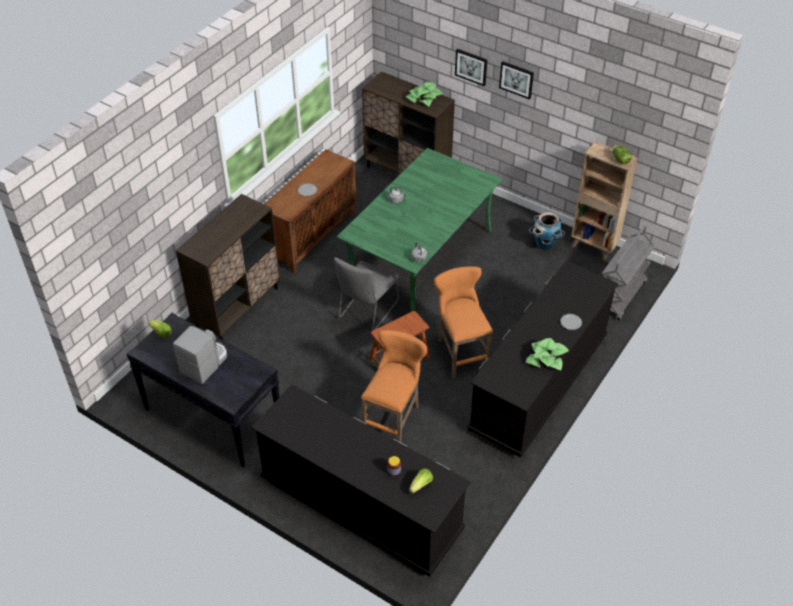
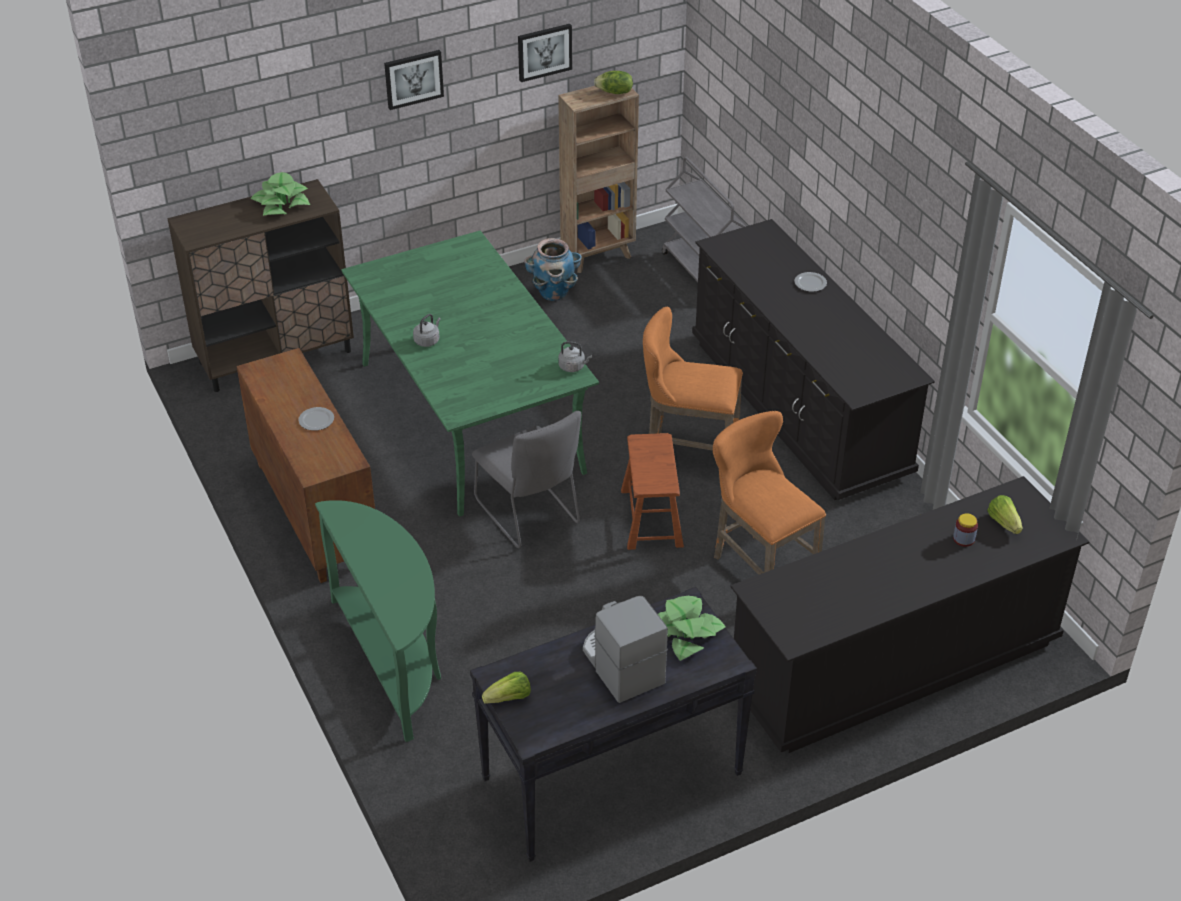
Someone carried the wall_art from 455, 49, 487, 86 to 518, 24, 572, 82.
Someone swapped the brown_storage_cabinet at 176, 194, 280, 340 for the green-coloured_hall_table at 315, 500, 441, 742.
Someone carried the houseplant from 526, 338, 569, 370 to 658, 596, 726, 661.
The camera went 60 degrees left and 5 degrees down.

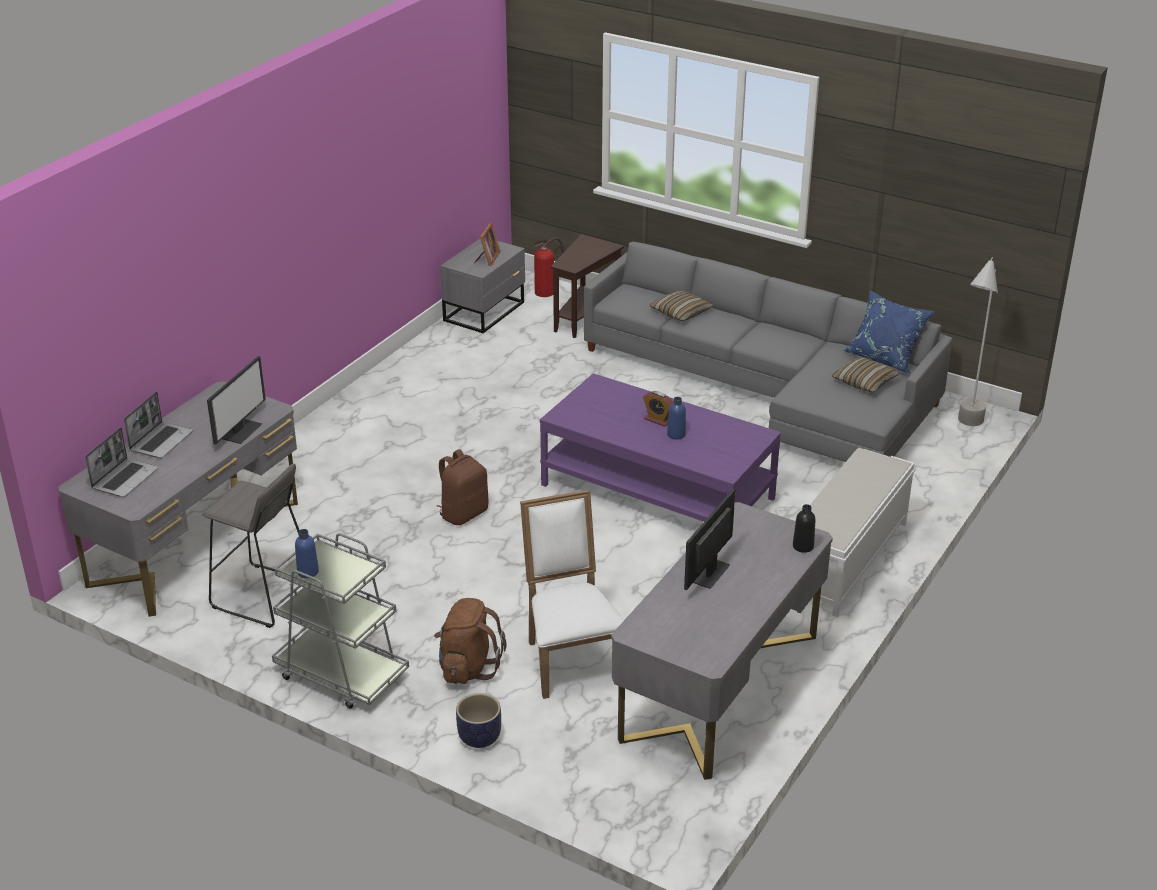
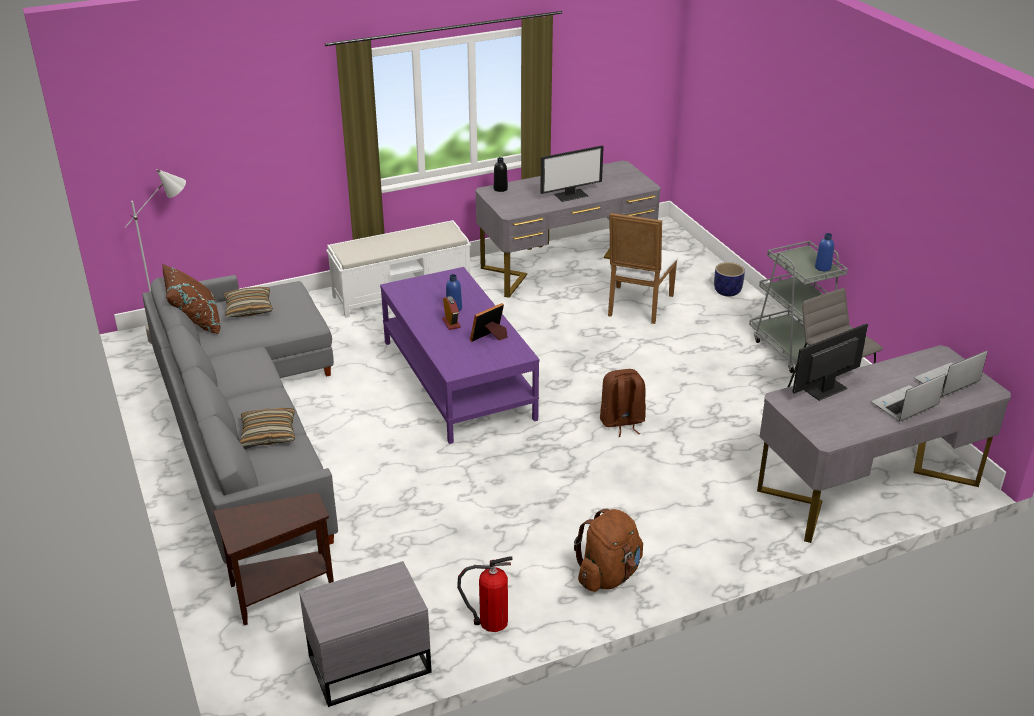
Someone carried the photo_frame from 474, 223, 501, 266 to 470, 303, 508, 342.
Someone carried the extinguisher from 533, 238, 563, 297 to 457, 556, 513, 632.
Someone repainted the blue_cushion at 843, 290, 935, 374, which became the brown_cushion at 162, 264, 221, 334.
Someone carried the brown_rucksack from 434, 598, 506, 684 to 574, 509, 643, 592.
The camera went 145 degrees left and 0 degrees up.

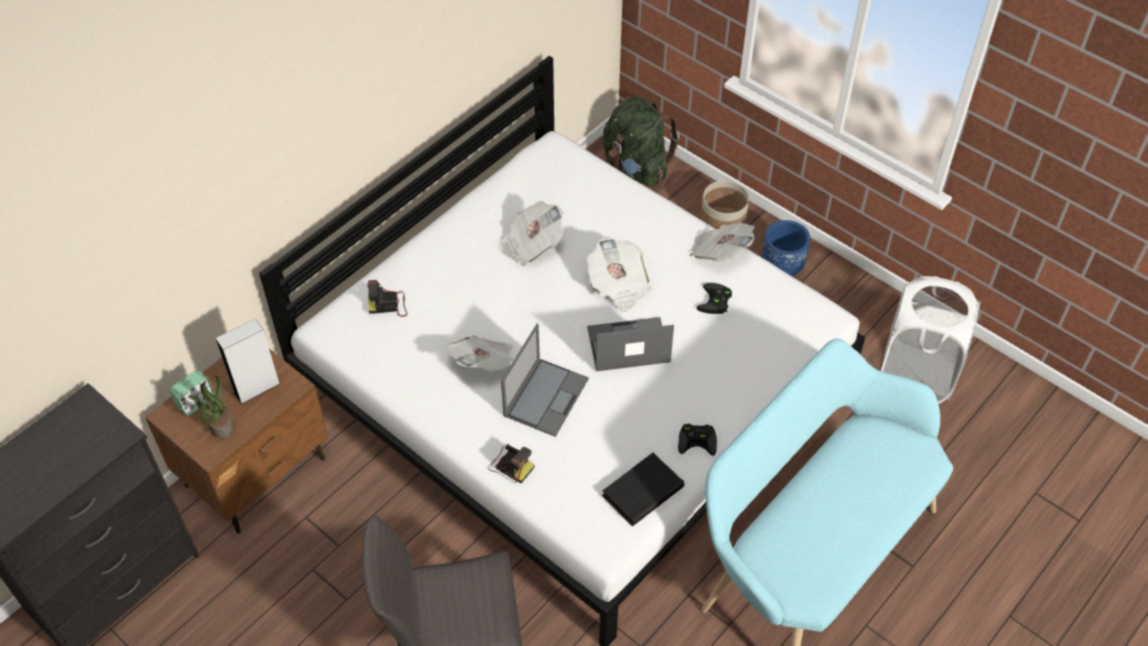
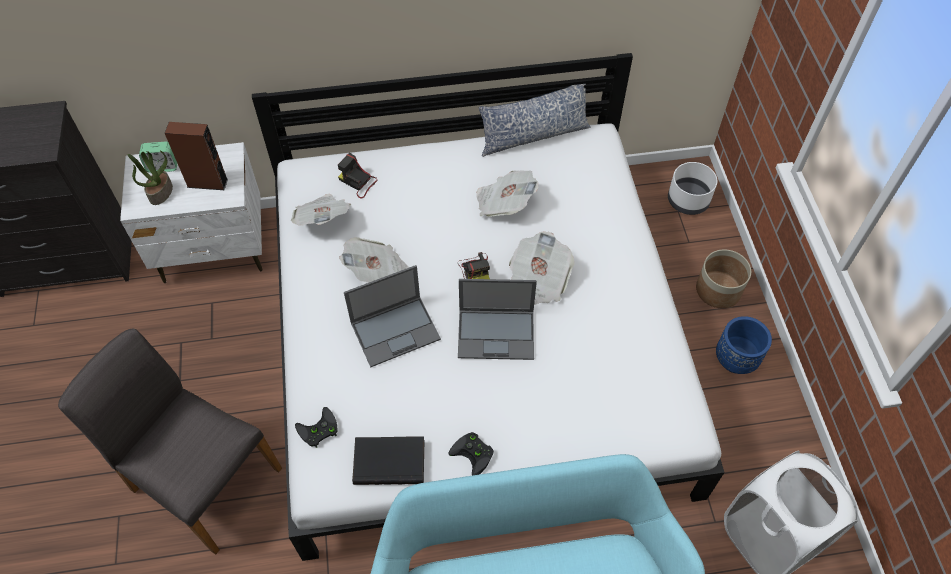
Someone swapped the green-coloured_rucksack at 603, 97, 680, 187 for the white_plant_pot at 668, 162, 717, 215.
Someone carried the printed_paper from 690, 222, 754, 261 to 291, 194, 351, 226.
Someone carried the blackish_game_controller from 697, 283, 732, 314 to 295, 407, 338, 448.
Someone rotated the notebook_computer at 587, 317, 674, 371 by 150 degrees clockwise.
Someone repainted the grey_audio_speaker at 216, 319, 280, 404, which became the brown_audio_speaker at 165, 122, 228, 190.
Someone repainted the brown_night_table at 145, 349, 328, 534, which became the white_night_table at 120, 142, 262, 283.
Someone carried the still_camera from 488, 444, 535, 483 to 458, 252, 490, 279.
Someone put down the cushion at 479, 84, 590, 157.
The camera went 40 degrees right and 5 degrees up.

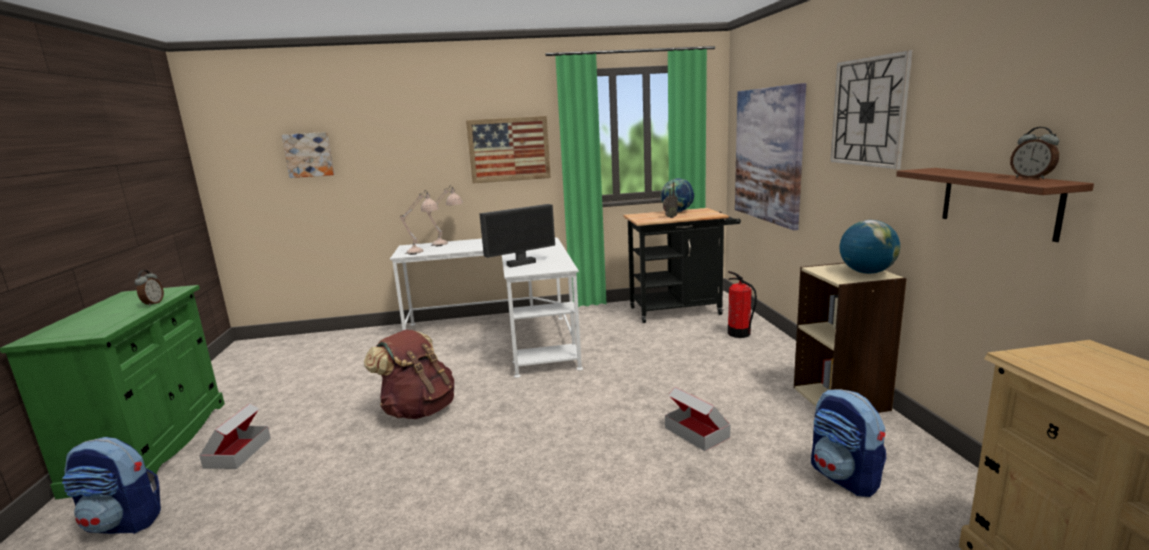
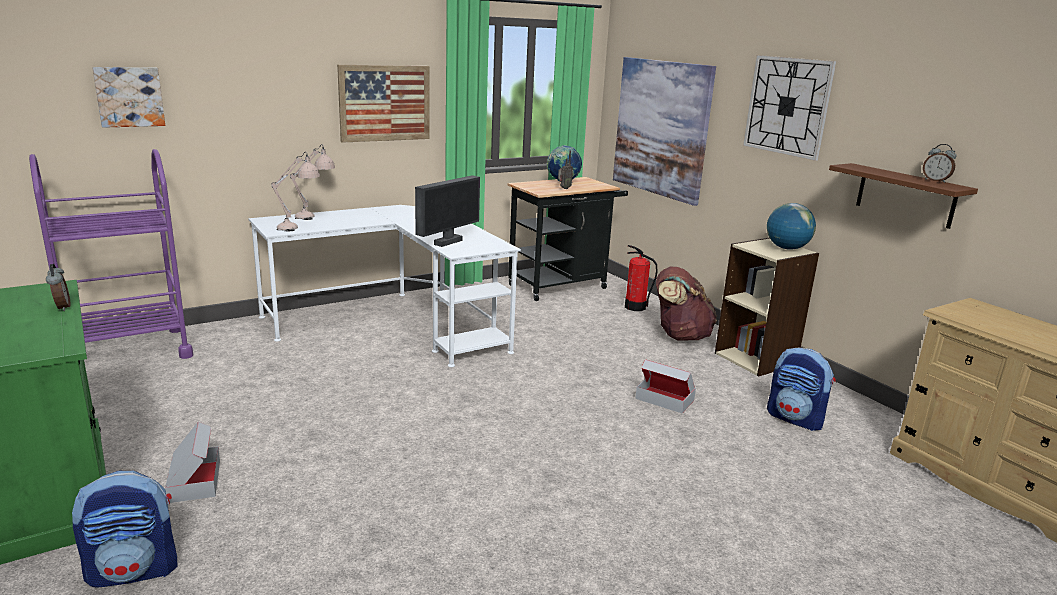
Someone carried the brown_rucksack from 364, 329, 454, 419 to 656, 267, 717, 341.
Someone put down the purplish_wheeled_cart at 29, 149, 193, 359.
The camera went 25 degrees left and 5 degrees up.

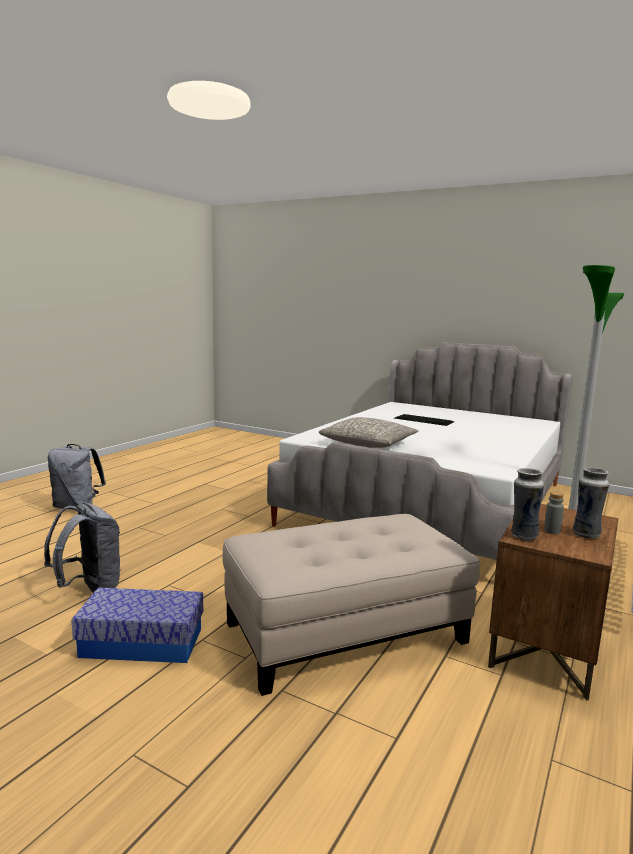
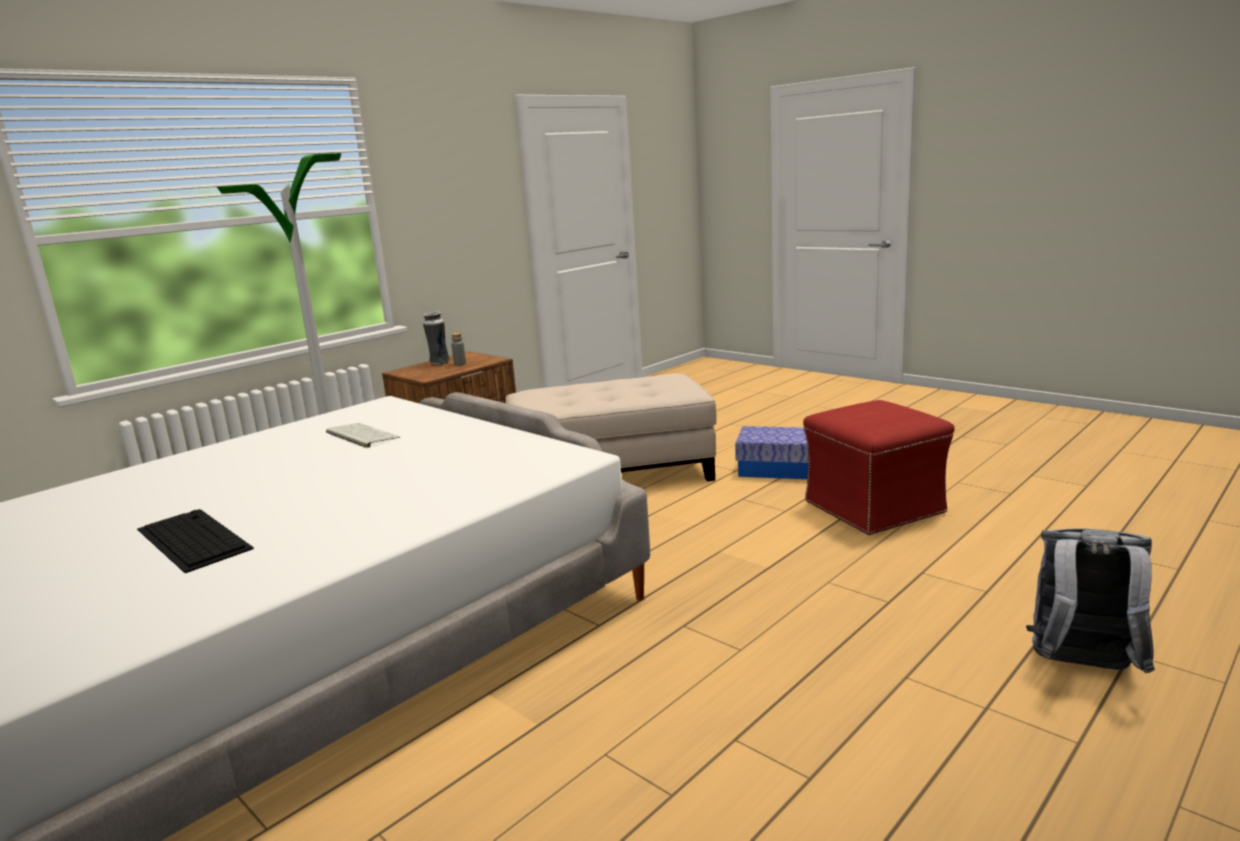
Someone took away the grey_cushion at 319, 417, 419, 448.
Someone took away the decorative_vase at 511, 468, 544, 541.
Someone swapped the grey_rucksack at 44, 502, 121, 593 for the red_pouffe at 803, 400, 955, 535.
Someone put down the computer_keyboard at 326, 423, 400, 448.
The camera went 165 degrees left and 5 degrees up.

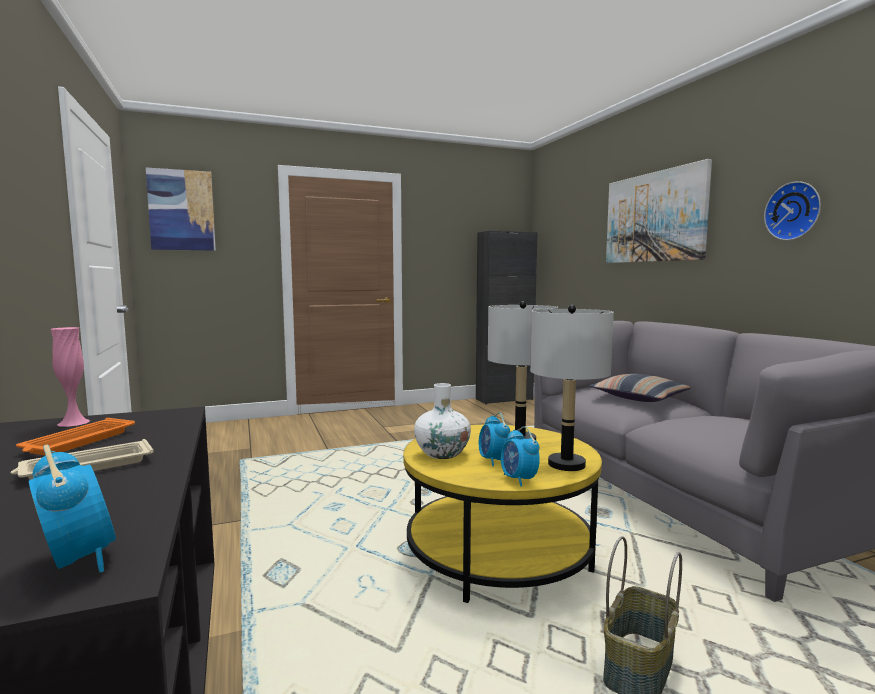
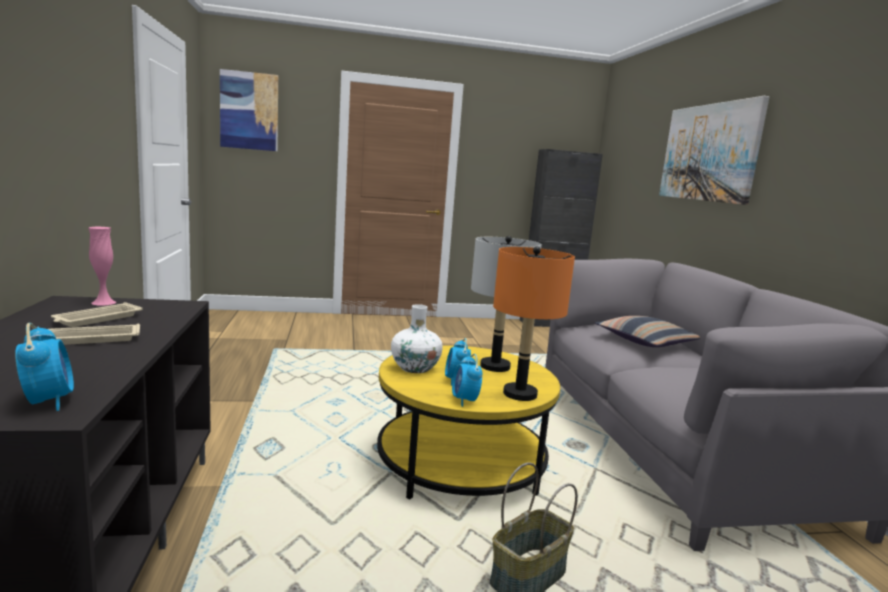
Someone took away the clock_on_the_wall at 764, 181, 821, 240.
Someone repainted the grey_lamp_for_a_table at 530, 305, 614, 471, which became the orange_lamp_for_a_table at 493, 247, 575, 401.
Someone repainted the orange_tray at 16, 418, 135, 456, which became the sand-coloured_tray at 51, 302, 142, 327.
The camera went 10 degrees right and 5 degrees up.

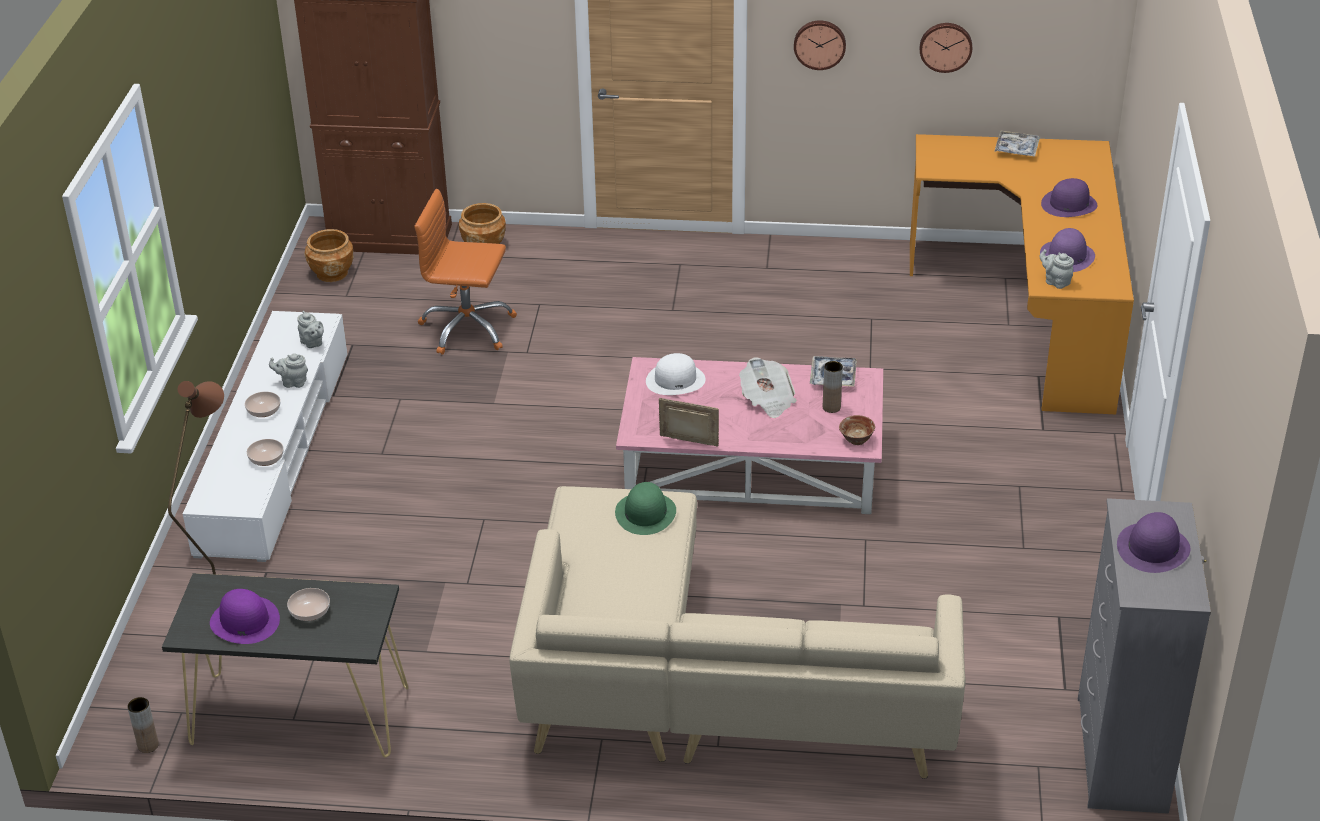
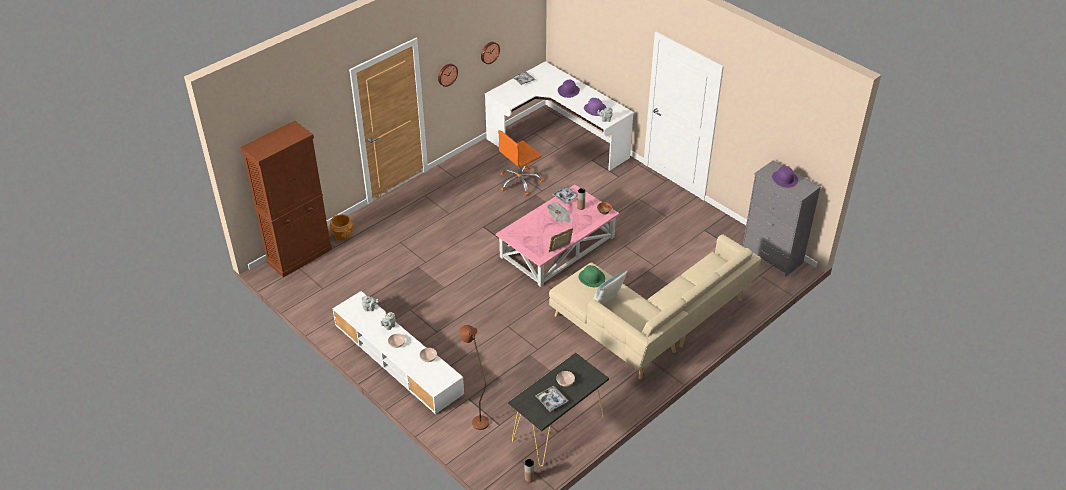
Someone repainted the orange_desk_unit at 910, 134, 1134, 414, which became the white_desk_unit at 485, 61, 634, 171.
Someone carried the orange_computer_chair from 414, 189, 517, 355 to 498, 130, 543, 196.
Someone took away the brown_plant_pot at 304, 229, 354, 282.
Someone took away the white_hat at 646, 353, 705, 395.
Someone swapped the purplish_hat at 210, 589, 280, 644 for the tray at 535, 386, 568, 412.
Someone put down the cushion at 593, 271, 628, 304.
The camera went 50 degrees left and 5 degrees up.

